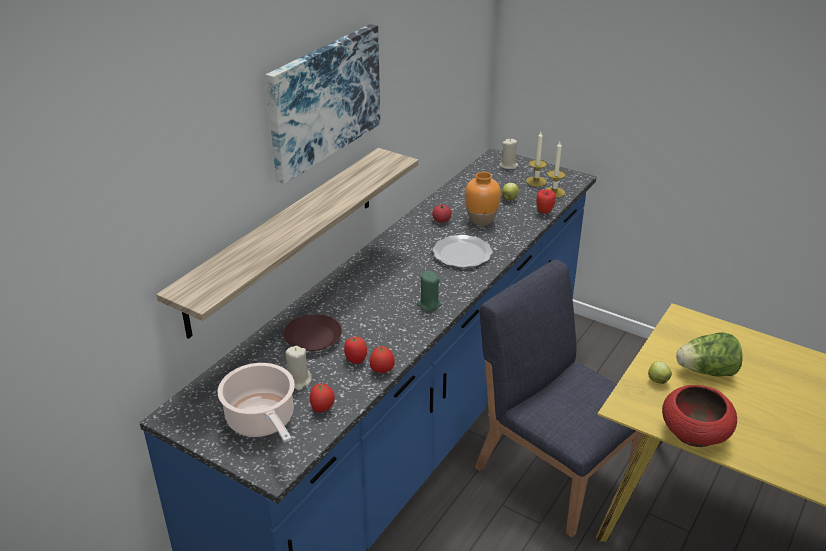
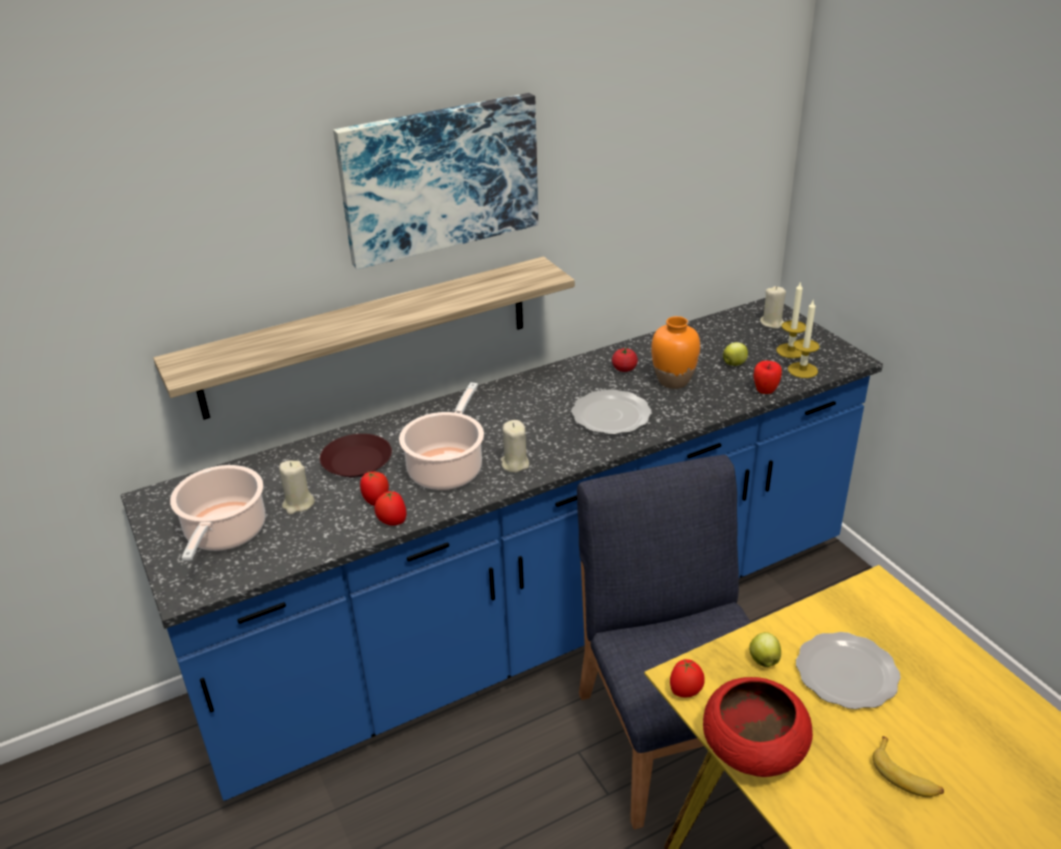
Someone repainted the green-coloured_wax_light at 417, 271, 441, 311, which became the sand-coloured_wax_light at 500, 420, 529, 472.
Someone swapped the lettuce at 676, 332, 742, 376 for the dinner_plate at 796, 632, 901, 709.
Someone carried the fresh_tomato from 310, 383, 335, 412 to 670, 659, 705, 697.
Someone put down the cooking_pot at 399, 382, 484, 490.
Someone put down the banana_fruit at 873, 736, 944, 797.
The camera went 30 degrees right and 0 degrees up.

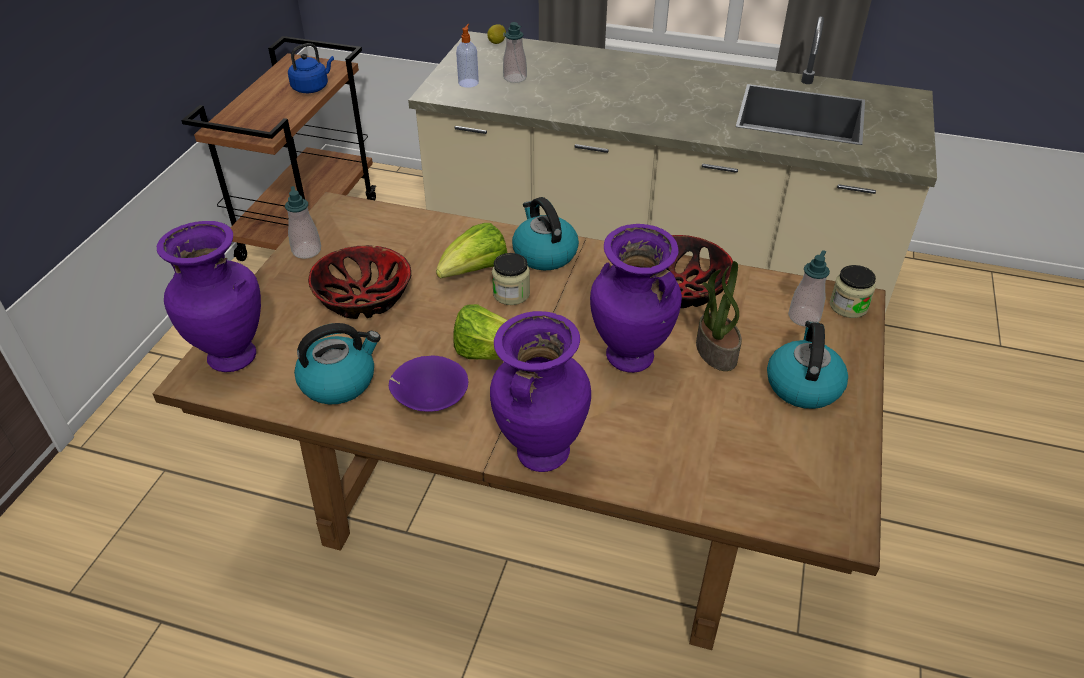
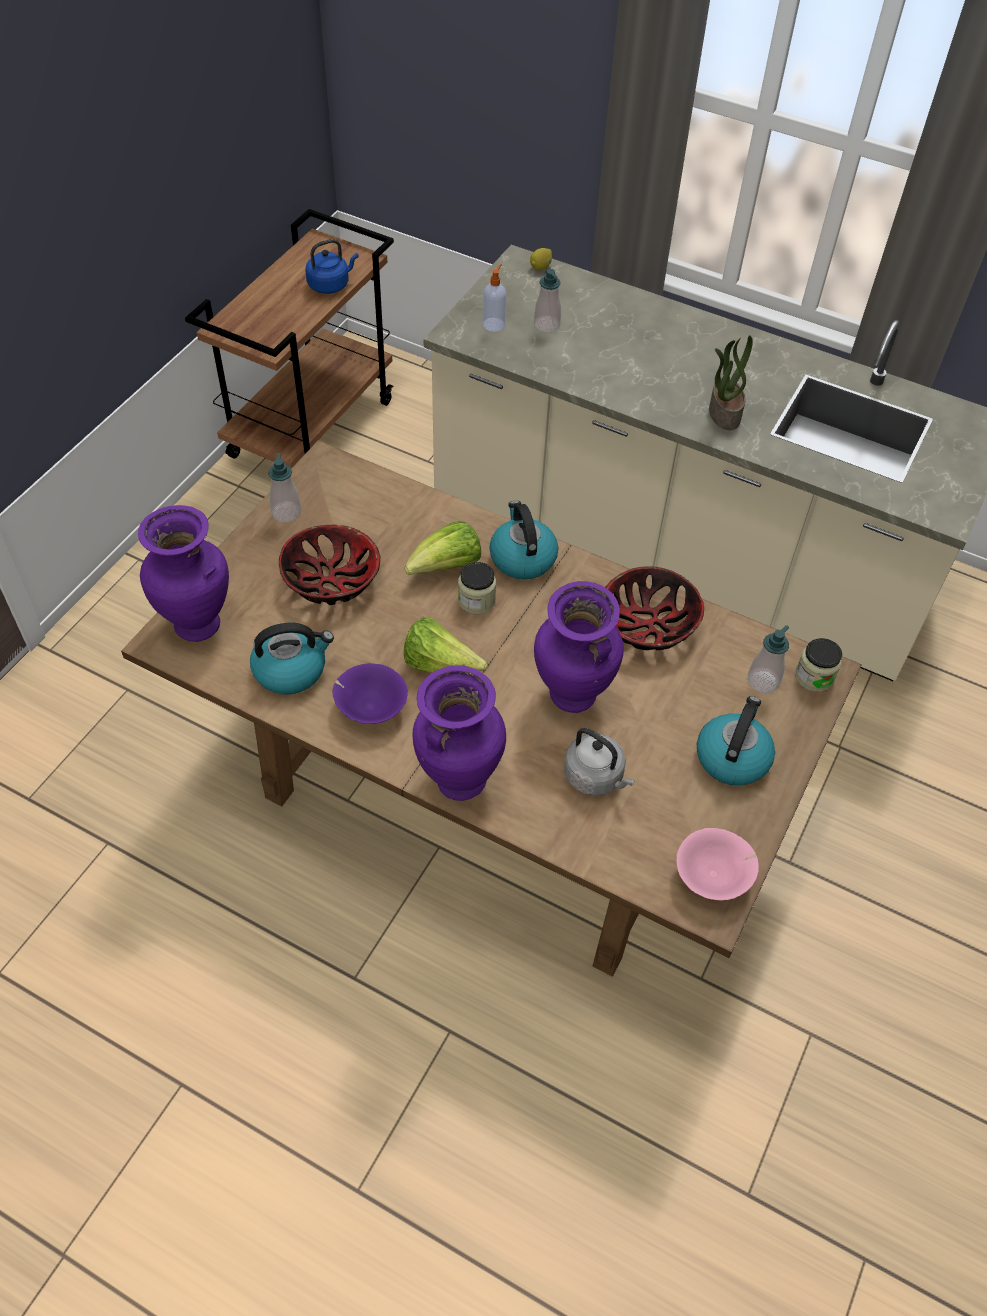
Someone carried the houseplant from 696, 261, 742, 371 to 709, 335, 753, 430.
Someone put down the grey_tea_kettle at 564, 728, 635, 796.
Someone put down the pinkish_deep_dish at 677, 828, 759, 900.
The camera went 10 degrees right and 10 degrees up.

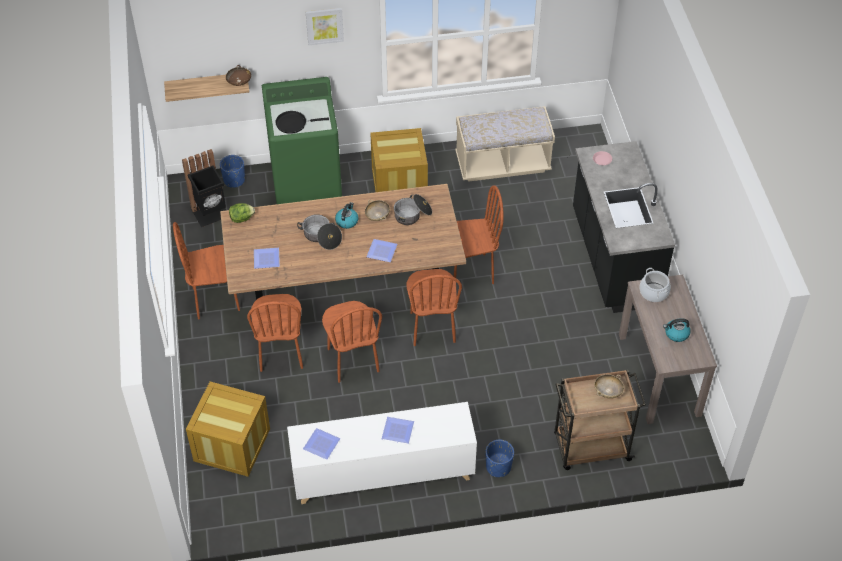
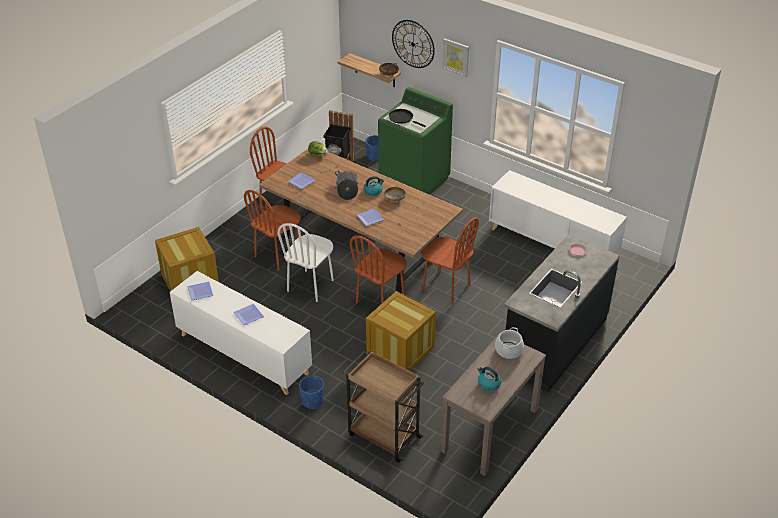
Someone swapped the sand-coloured_bench at 455, 106, 555, 182 for the white_storage_cabinet at 489, 170, 627, 255.
Someone carried the packing_crate from 370, 128, 428, 192 to 366, 291, 436, 371.
Someone took away the cooking_pot at 394, 194, 432, 225.
Someone repainted the brown_plain_chair at 322, 301, 382, 383, which became the white_plain_chair at 278, 223, 334, 302.
Someone took away the sand-coloured_deep_dish at 594, 374, 624, 399.
Someone put up the clock_on_the_wall at 392, 20, 435, 68.
The camera went 45 degrees right and 10 degrees down.

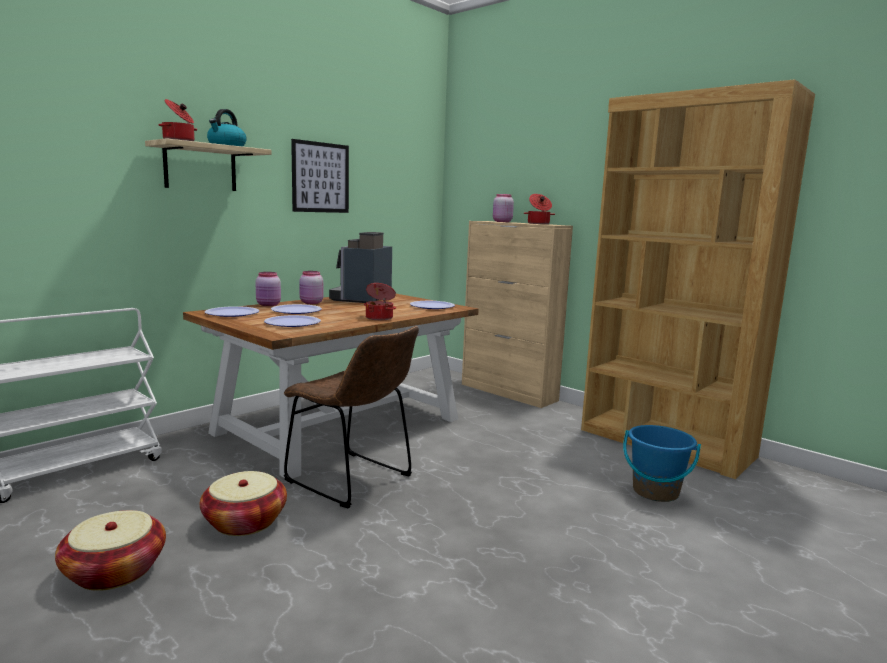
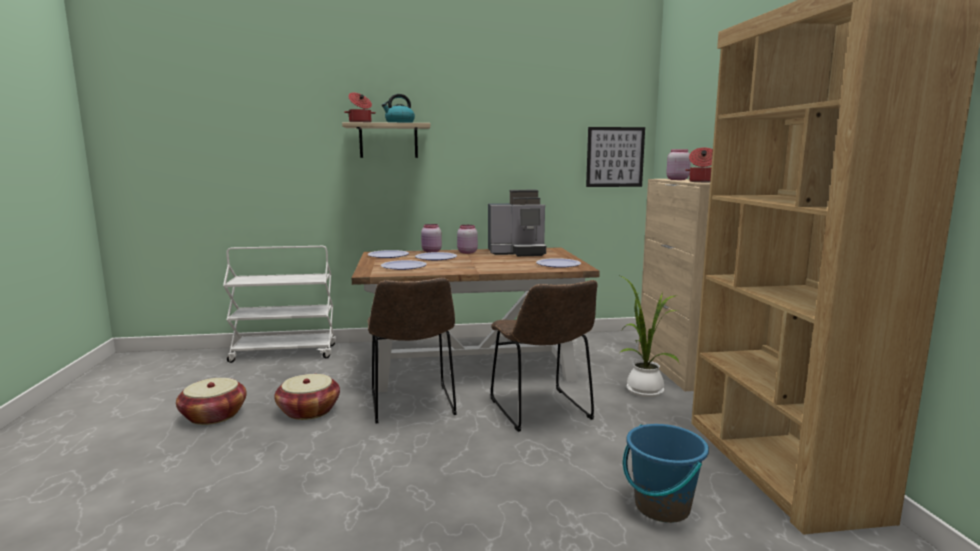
Someone carried the wall_art from 291, 139, 349, 213 to 586, 127, 645, 187.
Someone rotated the coffee_machine at 329, 232, 392, 303 by 150 degrees counterclockwise.
Someone took away the cooking_pot at 364, 283, 396, 320.
Someone put down the houseplant at 621, 276, 679, 397.
Someone put down the brown_plain_chair at 491, 280, 597, 432.
The camera went 40 degrees right and 0 degrees up.

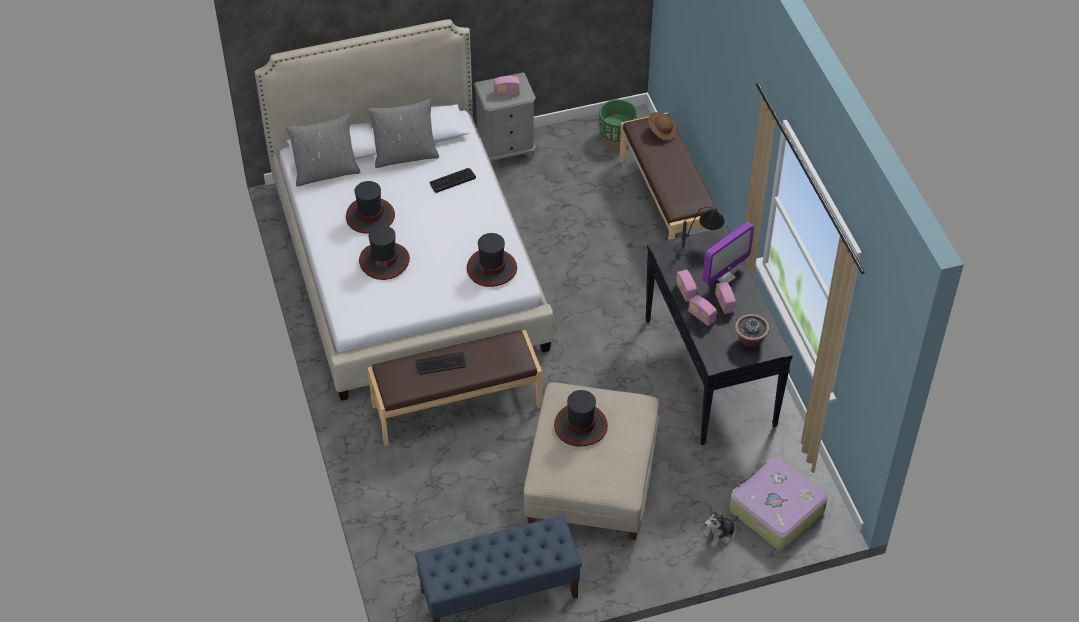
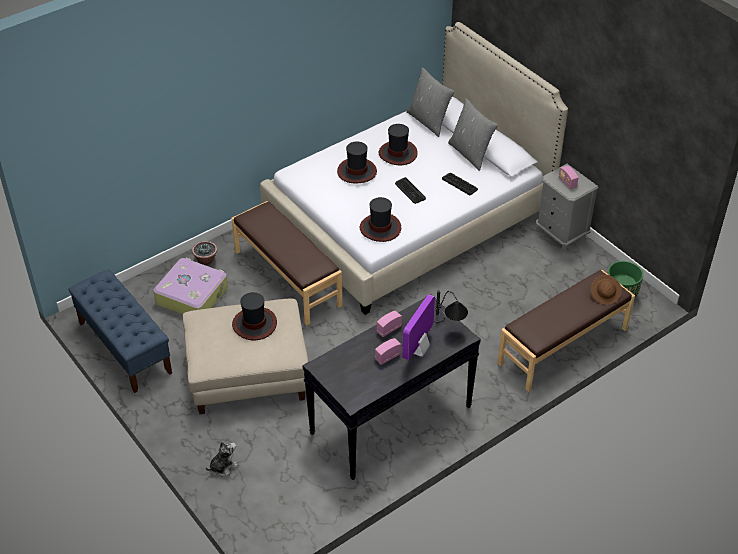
Someone rotated the monitor at 702, 222, 754, 285 by 90 degrees clockwise.
Someone took away the radio at 688, 295, 717, 326.
Someone carried the houseplant from 735, 314, 770, 348 to 192, 241, 218, 265.
Someone carried the computer_keyboard from 416, 352, 466, 375 to 395, 177, 426, 204.
Someone carried the piece_of_luggage from 729, 457, 828, 550 to 153, 258, 228, 315.
Someone rotated the soft_toy at 702, 506, 738, 547 by 105 degrees clockwise.
The camera went 70 degrees right and 5 degrees down.

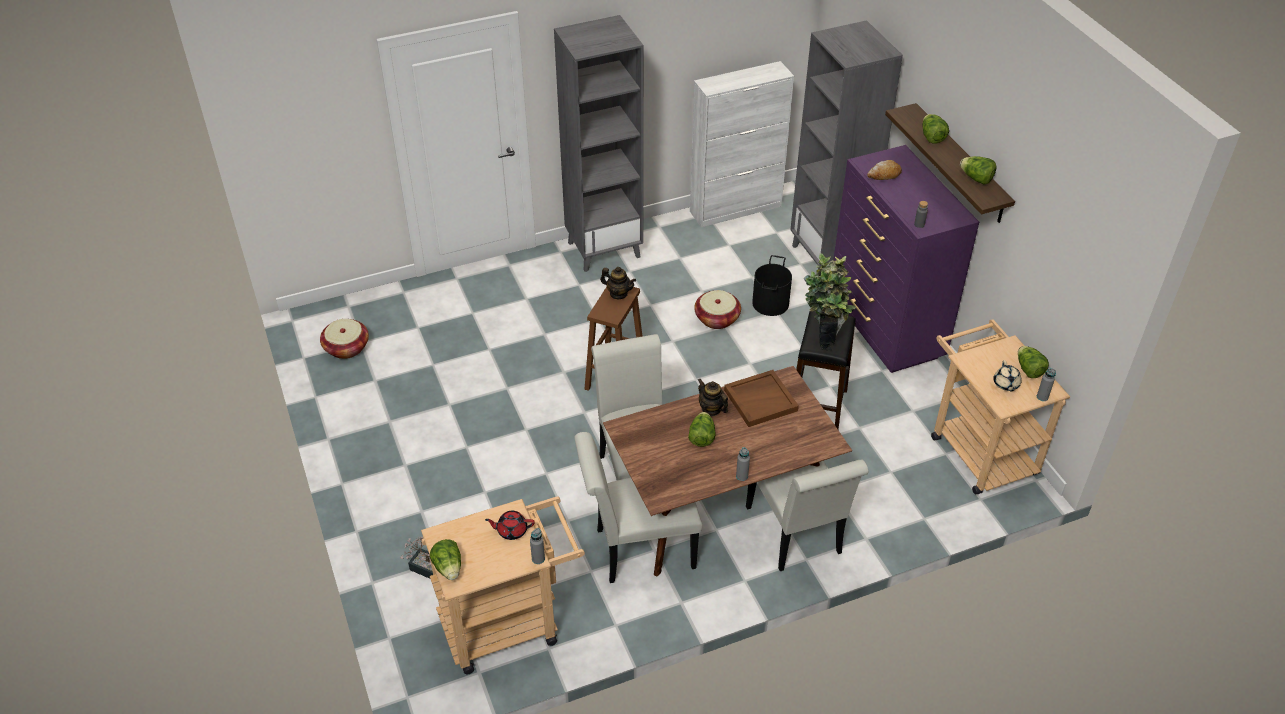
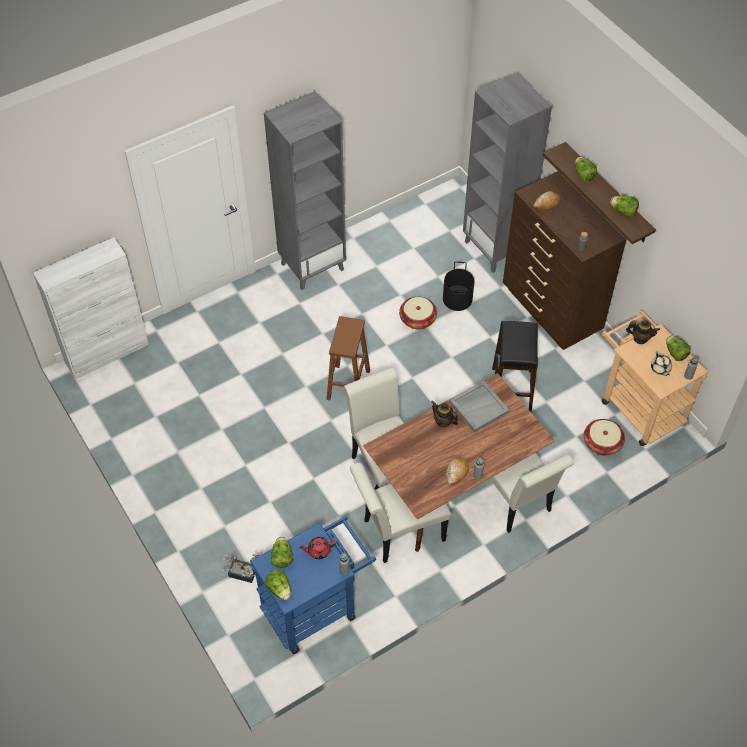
Someone carried the white_storage_cabinet from 690, 61, 794, 227 to 33, 237, 149, 379.
Someone repainted the purplish_dresser at 833, 145, 979, 373, which became the brown_dresser at 503, 171, 627, 350.
Someone took away the houseplant at 804, 253, 856, 350.
Someone carried the teapot from 600, 267, 636, 299 to 626, 320, 660, 344.
Someone carried the storage_basket from 320, 319, 369, 359 to 584, 419, 625, 455.
Someone repainted the brown_tray at 724, 370, 799, 427, which became the grey_tray at 449, 381, 509, 433.
Someone carried the lettuce from 688, 412, 716, 447 to 271, 537, 293, 568.
Someone repainted the sand-coloured_wheeled_cart at 421, 496, 585, 674, which became the blue_wheeled_cart at 250, 516, 376, 654.
Someone put down the bakery_bread at 446, 458, 469, 485.
The camera went 10 degrees left and 10 degrees up.

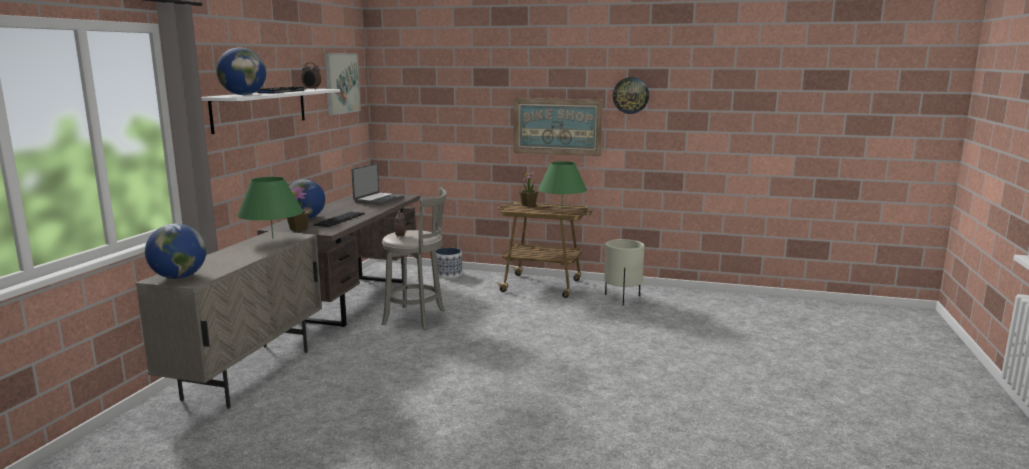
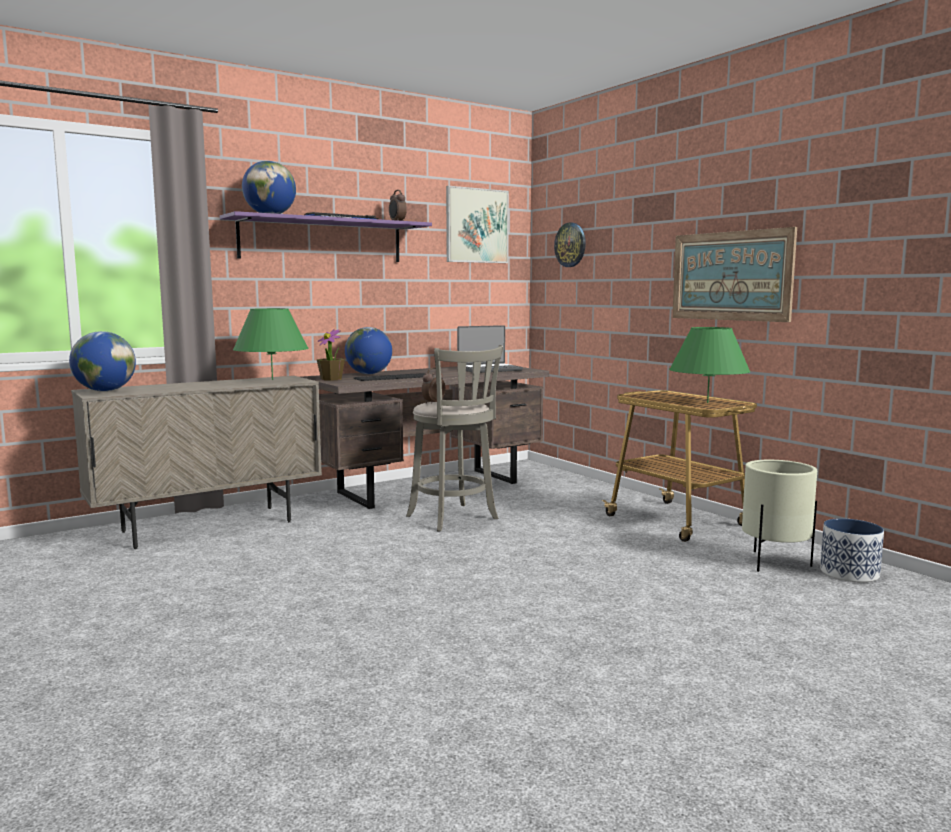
Someone carried the clock_on_the_wall from 613, 77, 649, 114 to 554, 222, 586, 267.
Someone repainted the white_wall_shelf at 201, 89, 340, 134, which became the purplish_wall_shelf at 220, 211, 432, 262.
Someone took away the houseplant at 519, 172, 538, 206.
Someone carried the plant_pot from 436, 248, 462, 278 to 820, 518, 884, 583.
The camera went 40 degrees right and 5 degrees down.

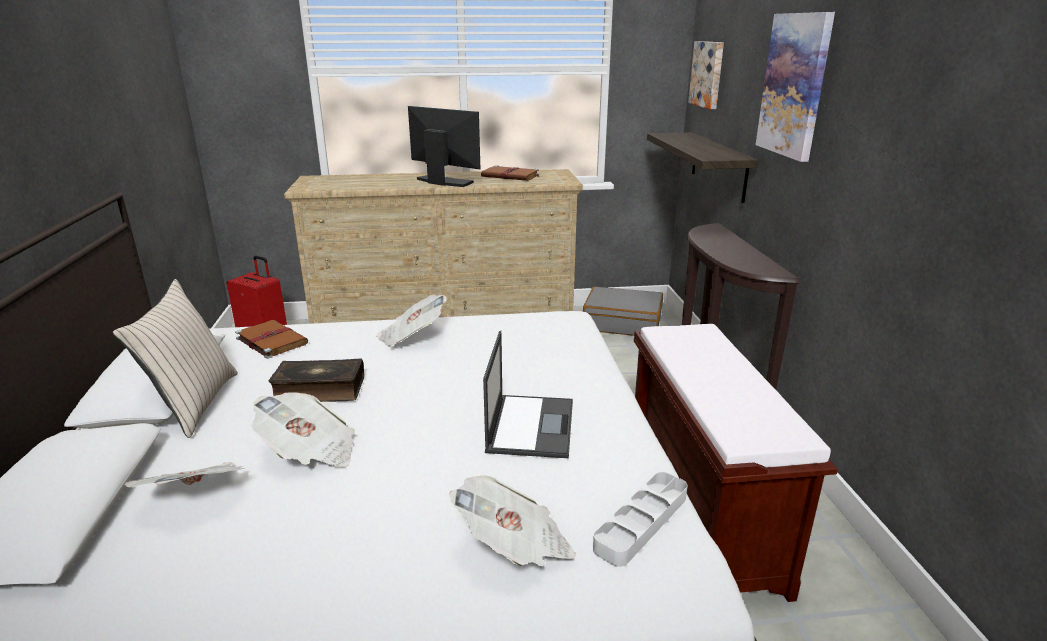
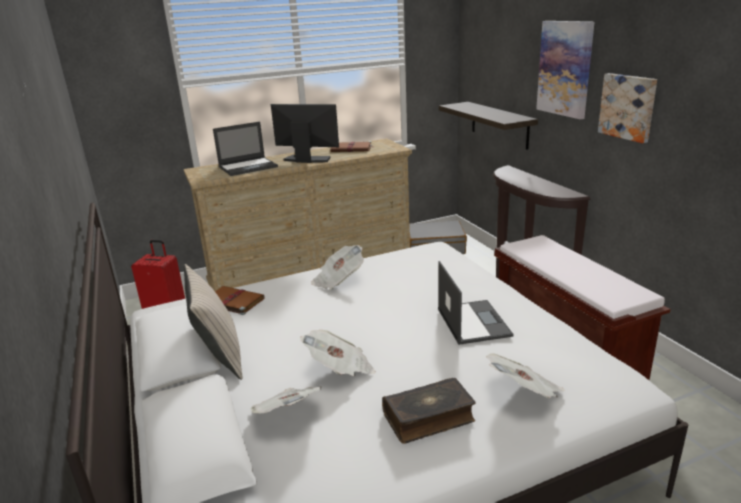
Someone carried the wall_art from 688, 41, 724, 109 to 598, 73, 657, 143.
Someone carried the book from 268, 359, 364, 402 to 382, 378, 476, 444.
Someone took away the grey_tray at 593, 472, 688, 567.
Someone put down the notebook_computer at 213, 122, 278, 176.
The camera went 15 degrees left and 0 degrees up.

